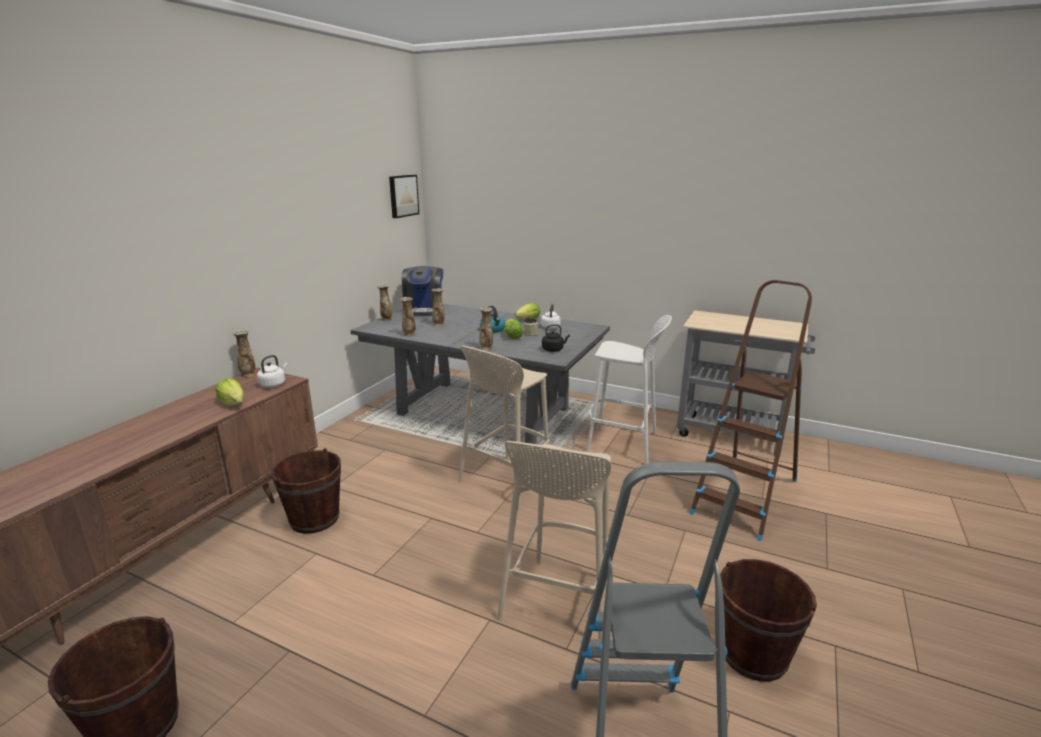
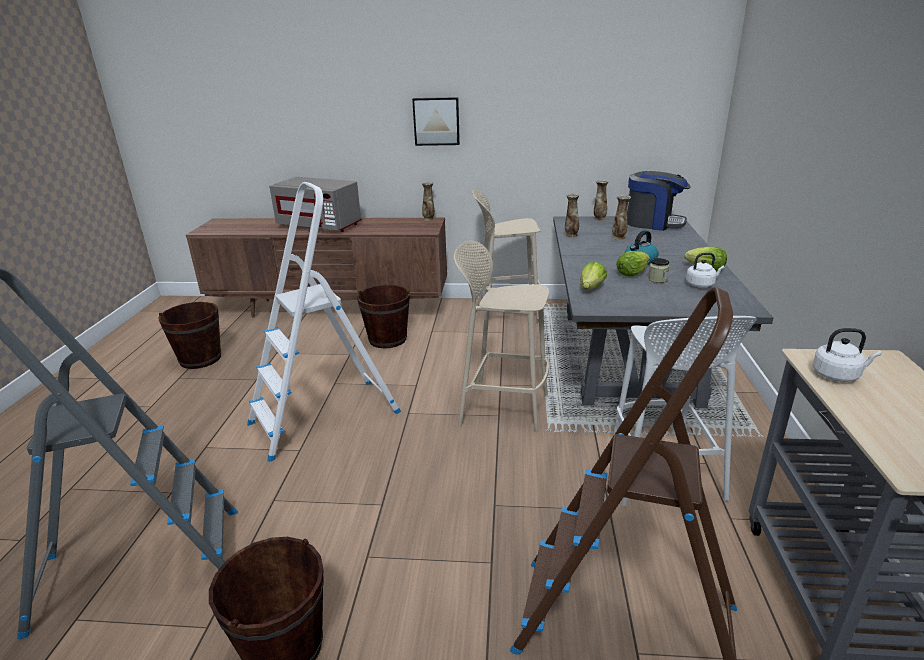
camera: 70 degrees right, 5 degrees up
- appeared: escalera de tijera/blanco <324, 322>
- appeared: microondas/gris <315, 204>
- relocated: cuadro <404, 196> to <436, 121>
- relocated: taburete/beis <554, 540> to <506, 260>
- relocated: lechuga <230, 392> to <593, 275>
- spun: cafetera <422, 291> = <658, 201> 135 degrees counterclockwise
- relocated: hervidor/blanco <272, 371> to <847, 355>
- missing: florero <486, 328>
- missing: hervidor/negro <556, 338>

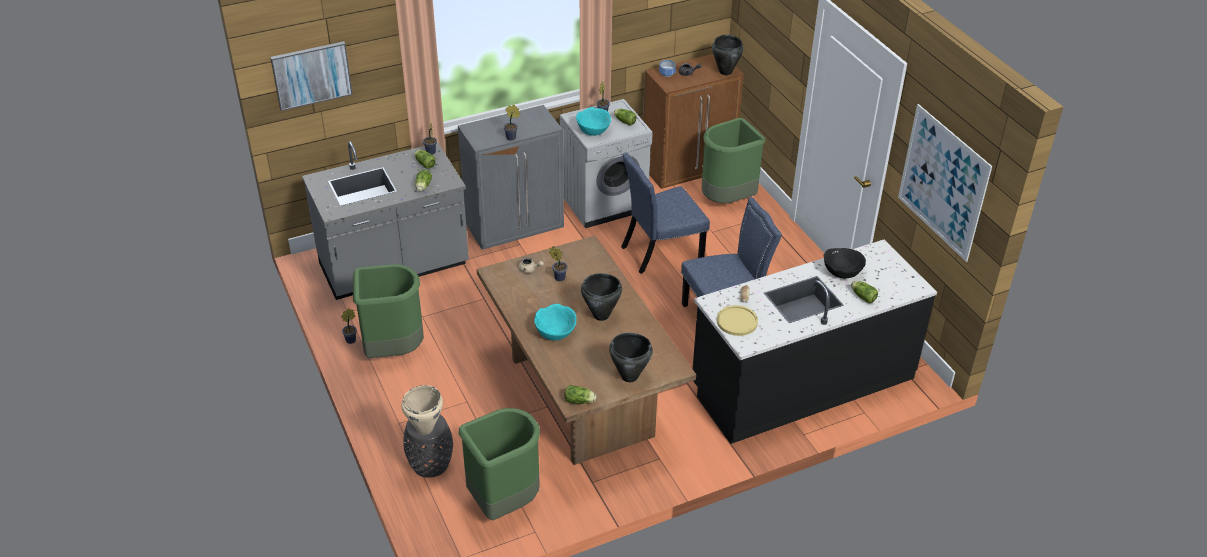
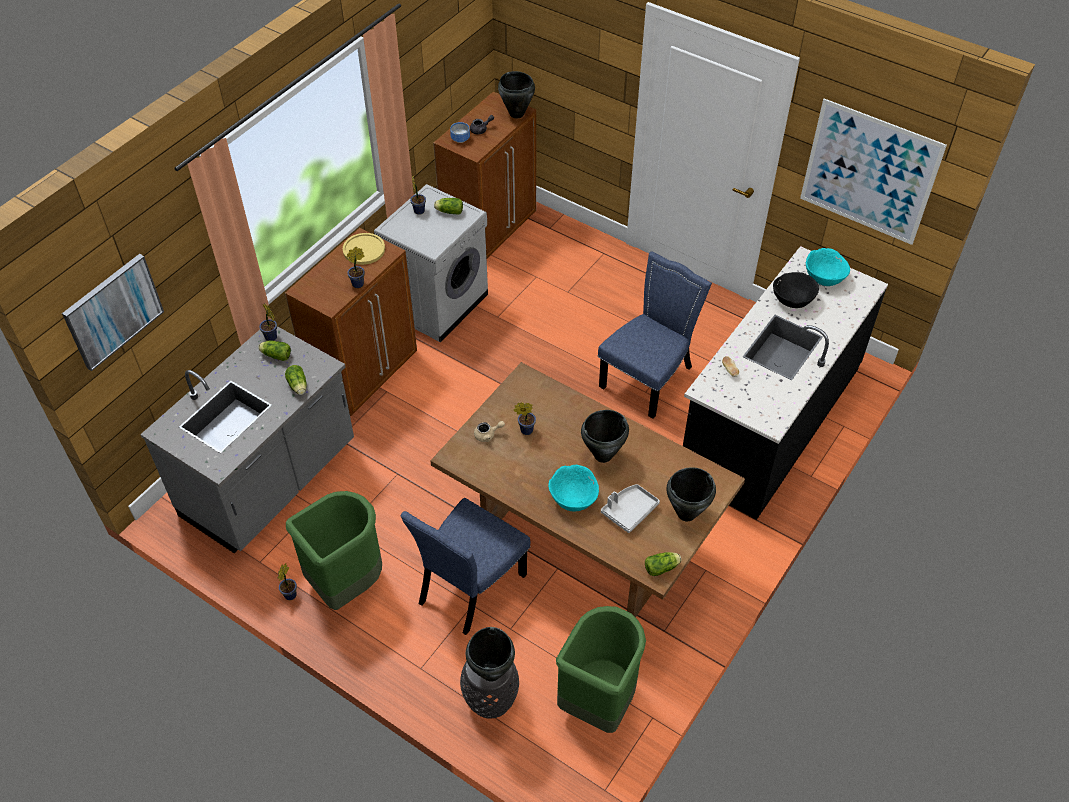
camera: 30 degrees left, 10 degrees up
- colour: armario/gris <511, 177> to armario/marrón <351, 322>
- relocated: plato/amarillo <737, 320> to <364, 249>
- relocated: silla/azul <665, 213> to <466, 566>
- colour: olla/beis <422, 409> to olla/negro <490, 654>
- appeared: bandeja/gris <630, 508>
- relocated: cuenco/turquesa <593, 121> to <828, 267>
- missing: papelera/verde <733, 160>
- missing: lechuga <864, 292>

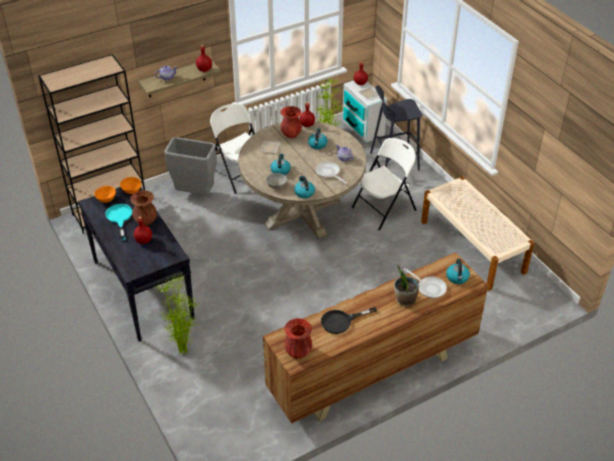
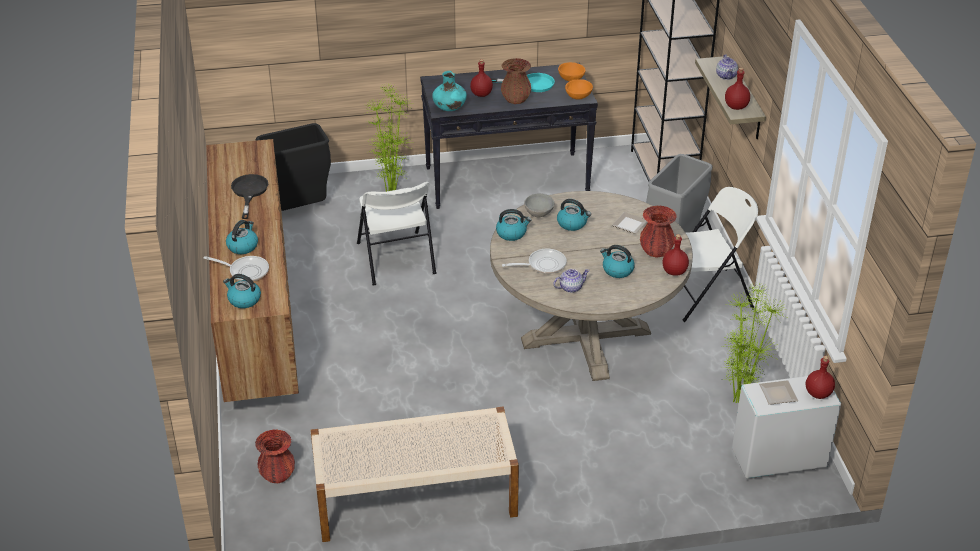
camera: 110 degrees right, 5 degrees down
- spun: sartén <425, 283> = <236, 268> 135 degrees counterclockwise
- exchanged: planta en maceta <406, 286> to hervidor <242, 237>
- appeared: papelera/negro <293, 167>
- relocated: florero/rojo <298, 338> to <275, 456>
- relocated: silla/blanco <384, 184> to <397, 233>
- appeared: florero/turquesa <449, 91>
- missing: taburete/gris <396, 128>

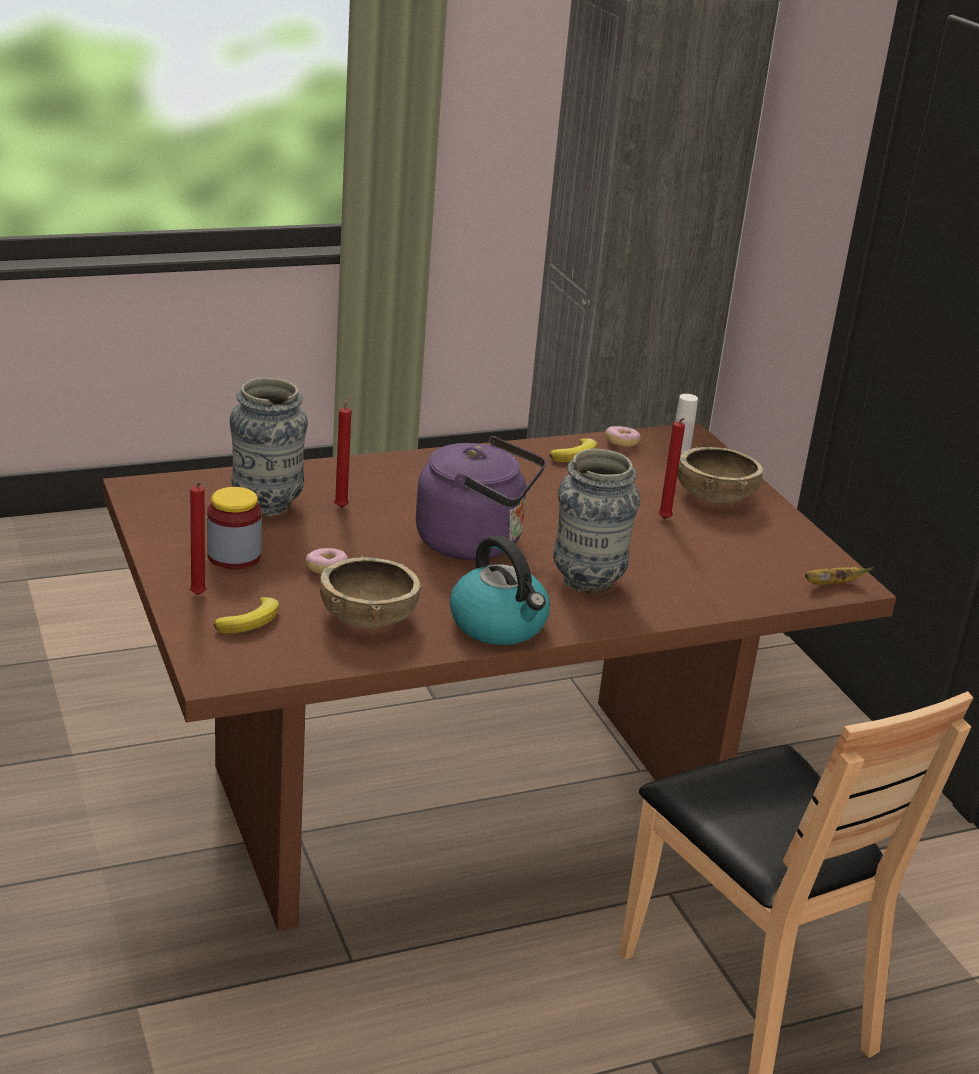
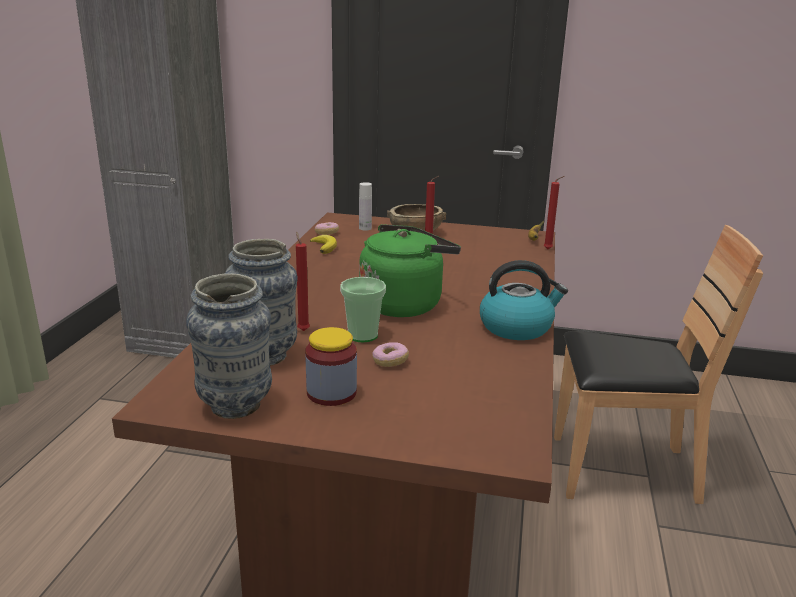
camera: 55 degrees left, 5 degrees down
- relocated: florero <596, 521> to <229, 346>
- appeared: taza <363, 309>
- colour: hervidor/morado <481, 498> to hervidor/verde <410, 270>
- relocated: vela/rojo <198, 538> to <554, 212>
- missing: plátano <246, 615>
- missing: cuenco/marrón <371, 592>

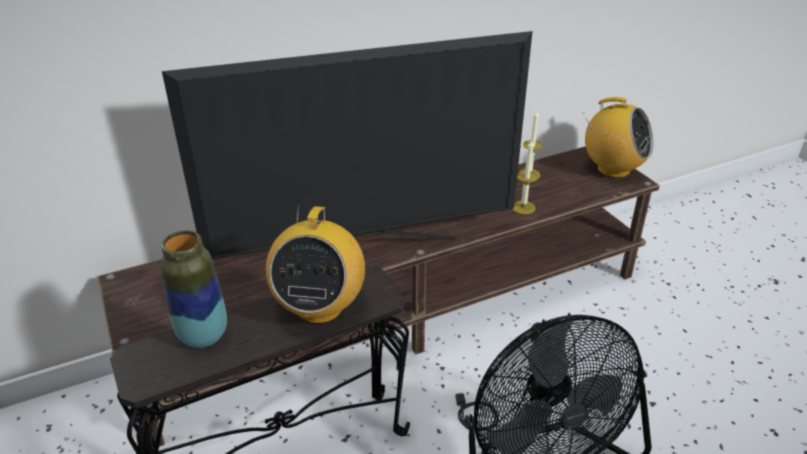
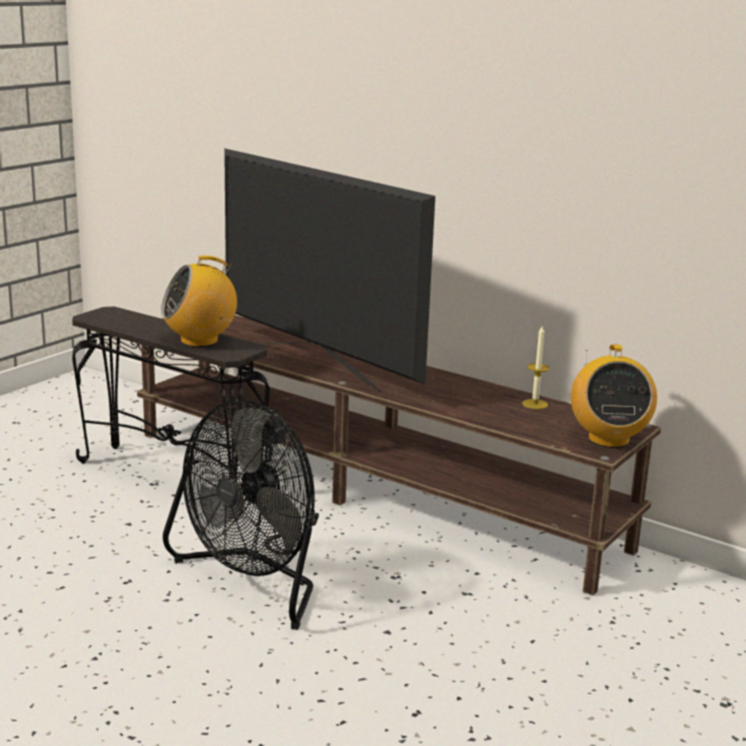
camera: 60 degrees right, 15 degrees down
- missing: florero <193, 289>
- missing: vela <525, 176>

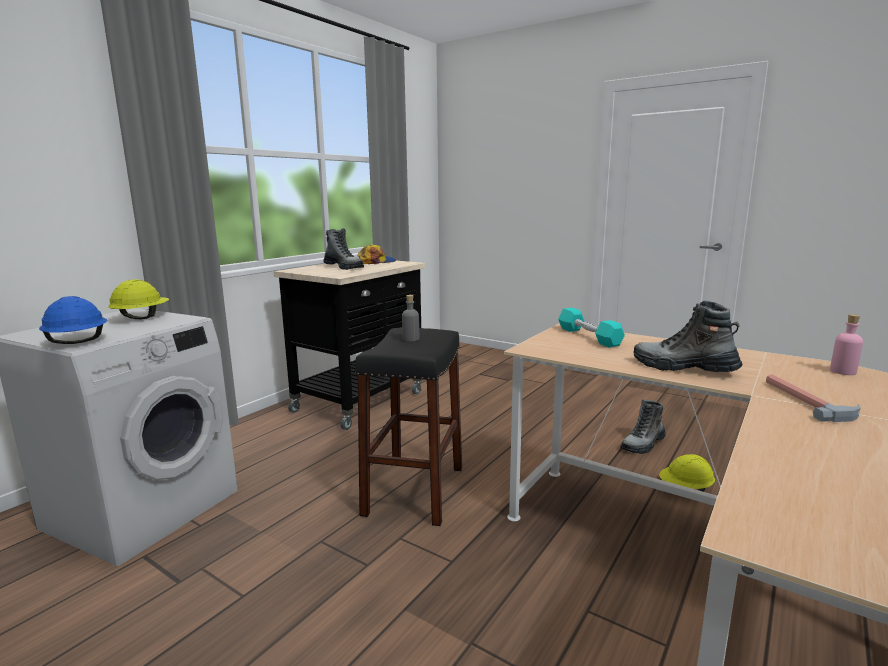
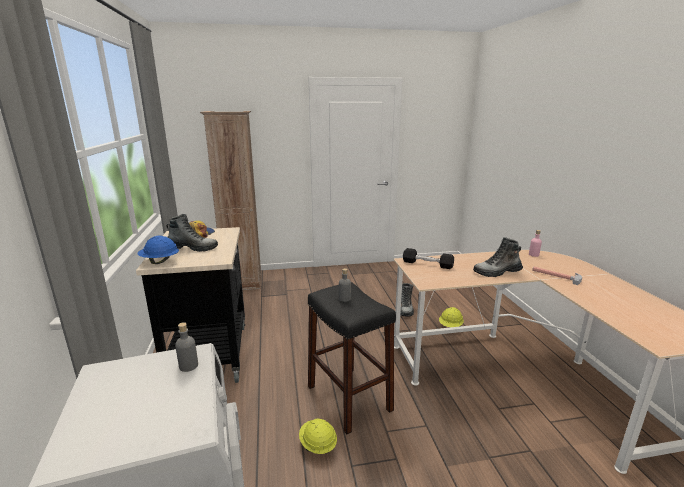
camera: 45 degrees left, 5 degrees up
- relocated: casco/azul <73, 320> to <158, 250>
- appeared: botella/gris <186, 347>
- appeared: armario/marrón <230, 200>
- relocated: casco/amarillo <138, 299> to <318, 436>
- colour: mancuerna/turquesa <591, 327> to mancuerna/negro <428, 258>

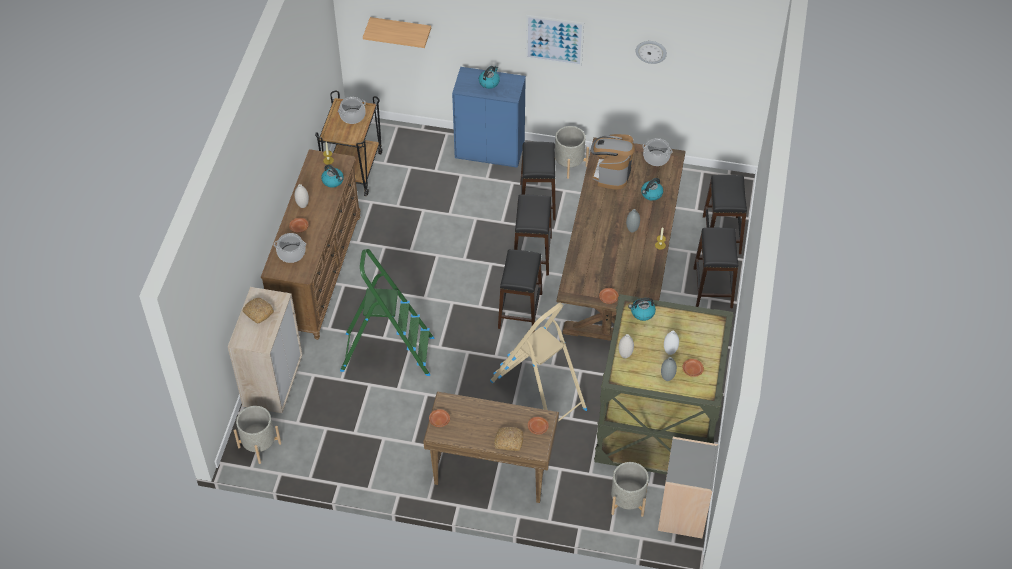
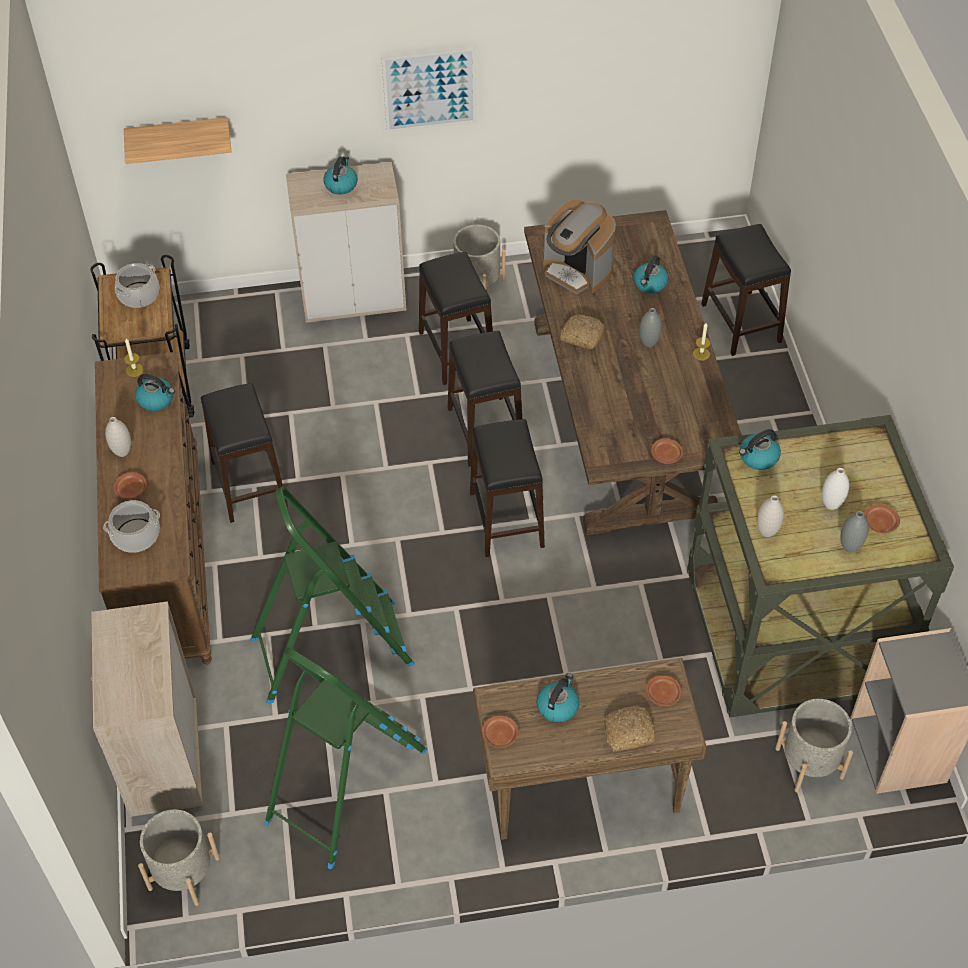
camera: 20 degrees left, 0 degrees up
- relocated: taburete/negro <715, 268> to <244, 453>
- appeared: escalera de tijera/verde <345, 758>
- colour: armario/azul <489, 117> to armario/beis <346, 242>
- appeared: hervidor <558, 698>
- spun: cafetera <613, 162> = <579, 247> 45 degrees counterclockwise
- relocated: pan <258, 310> to <582, 332>
- missing: escalera de tijera/beis <538, 362>
- missing: reloj de pared <651, 52>
- missing: olla <657, 152>

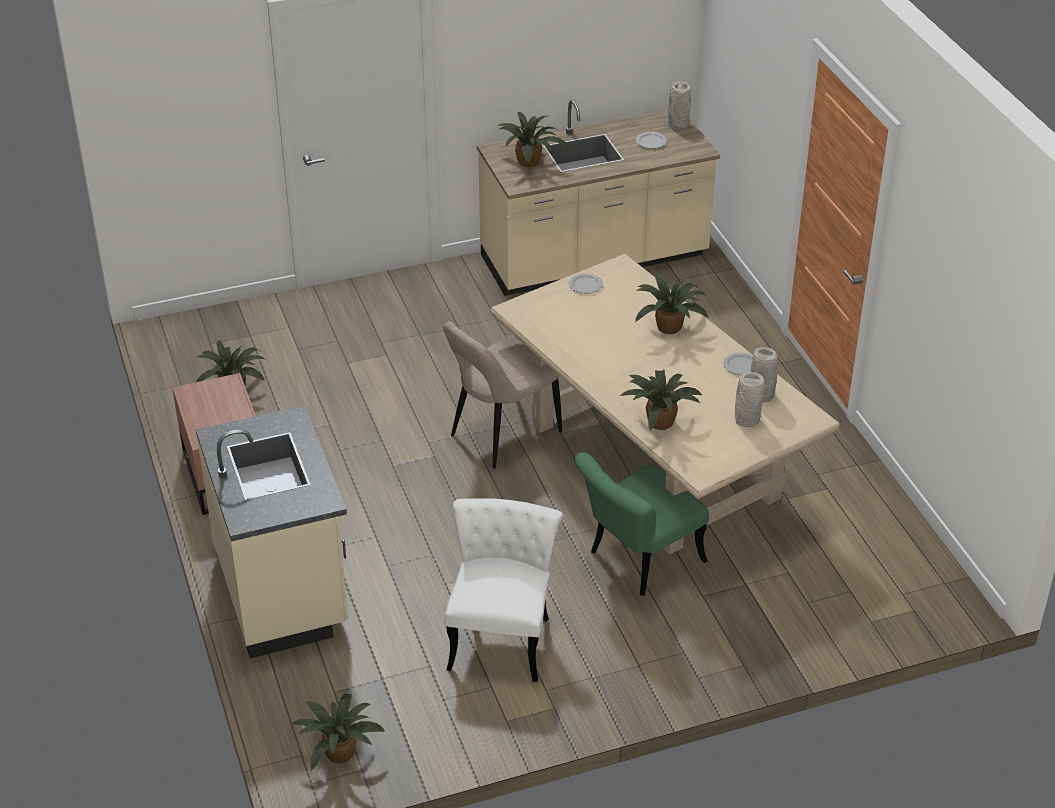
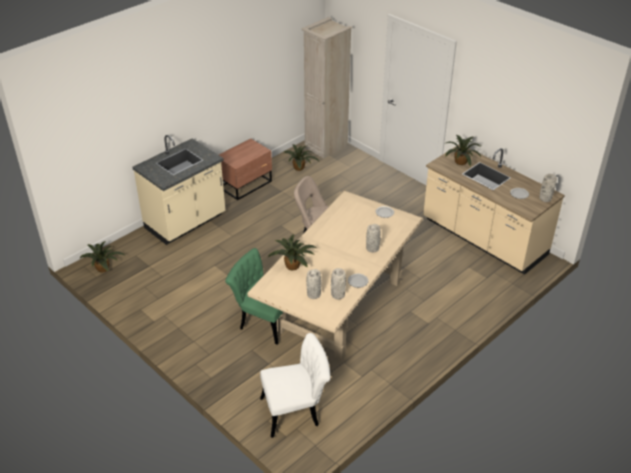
camera: 65 degrees right, 0 degrees up
- relocated: silla/blanco <503, 590> to <295, 385>
- appeared: armario/beis <326, 88>
- exchanged: planta en maceta <672, 303> to florero/gris <373, 238>

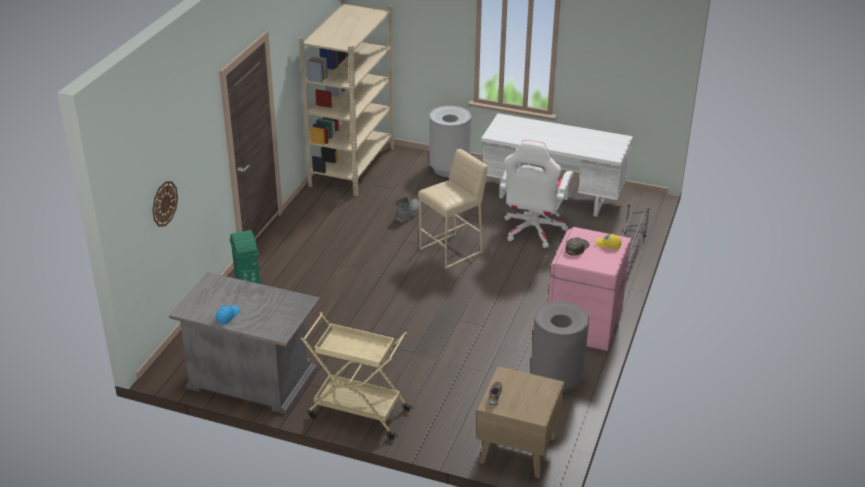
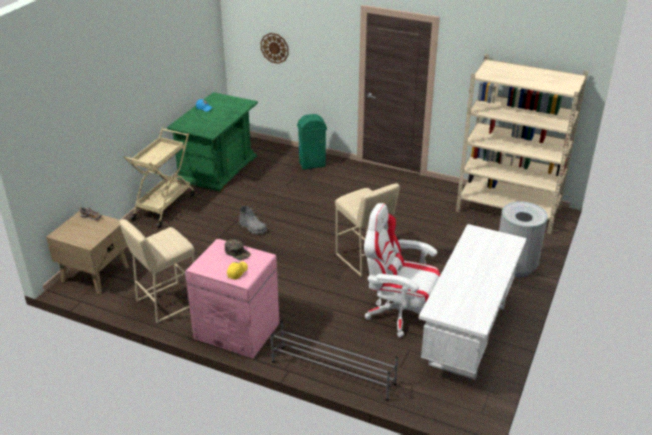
camera: 95 degrees right, 0 degrees up
- exchanged: papelera/gris <560, 347> to taburete/beis <157, 271>
- colour: armario/gris <244, 343> to armario/verde <212, 142>
- relocated: bota/gris <407, 210> to <253, 220>

